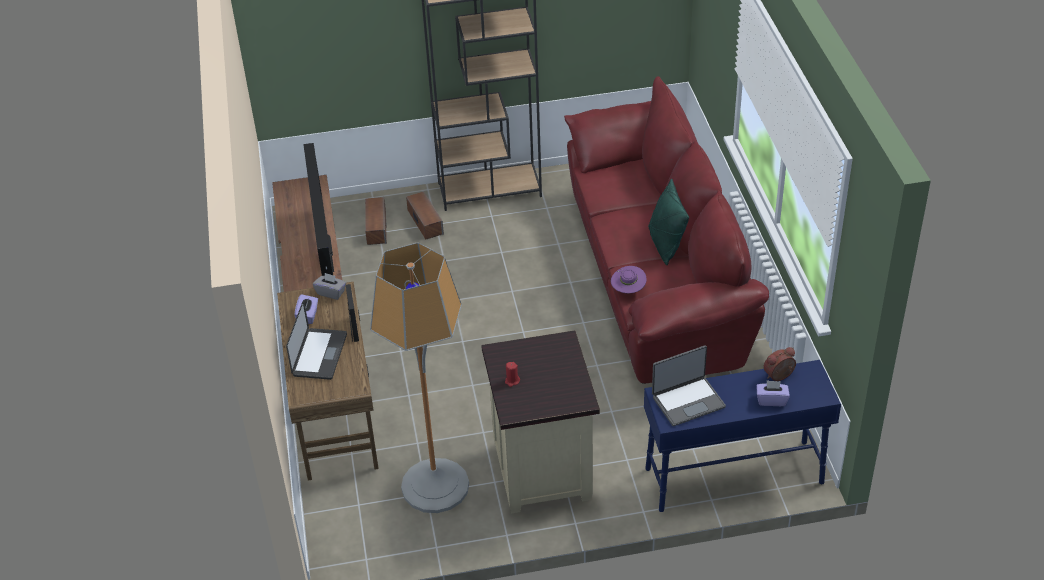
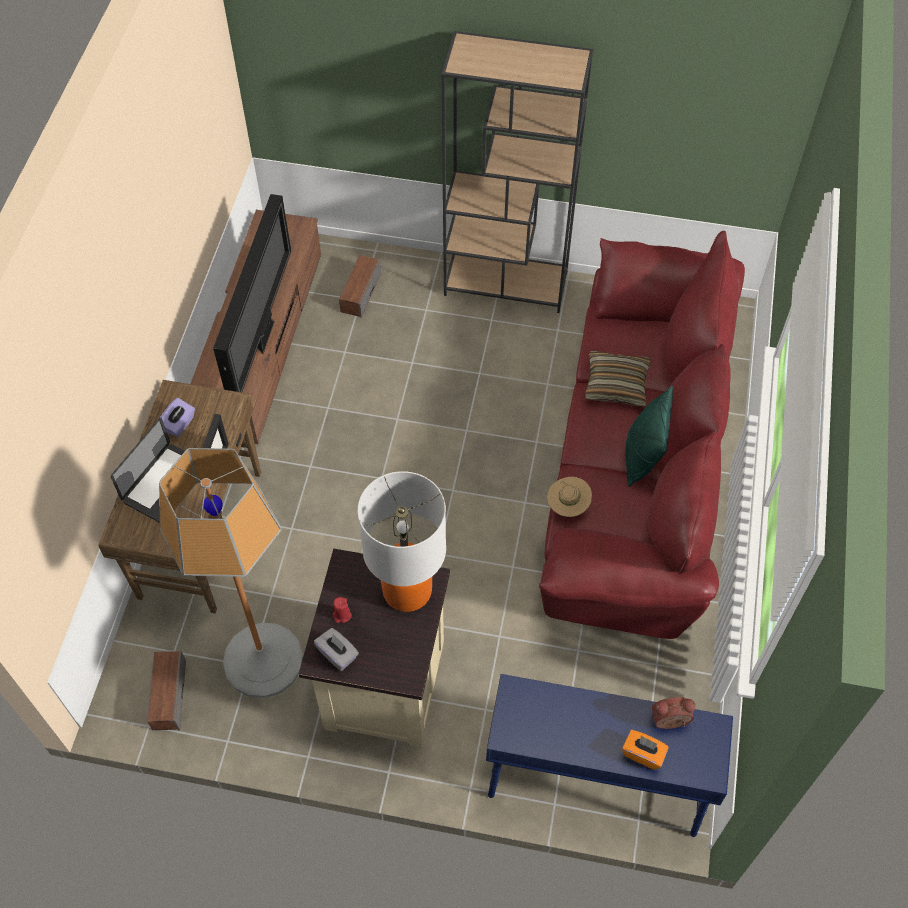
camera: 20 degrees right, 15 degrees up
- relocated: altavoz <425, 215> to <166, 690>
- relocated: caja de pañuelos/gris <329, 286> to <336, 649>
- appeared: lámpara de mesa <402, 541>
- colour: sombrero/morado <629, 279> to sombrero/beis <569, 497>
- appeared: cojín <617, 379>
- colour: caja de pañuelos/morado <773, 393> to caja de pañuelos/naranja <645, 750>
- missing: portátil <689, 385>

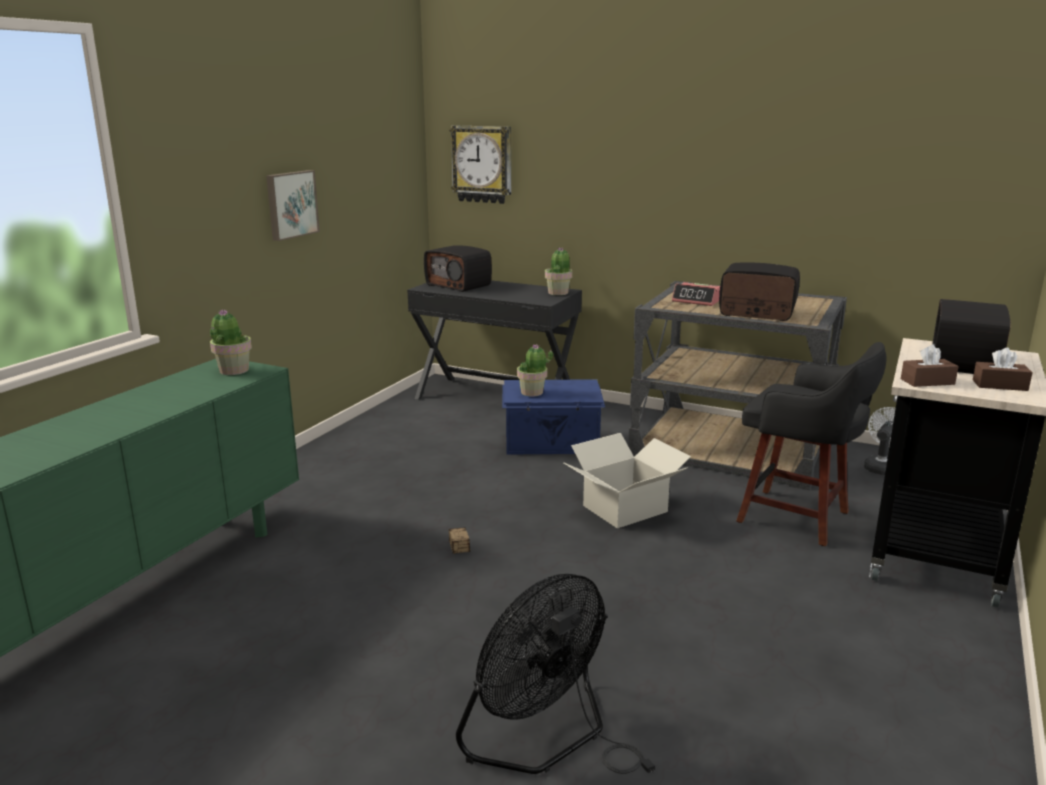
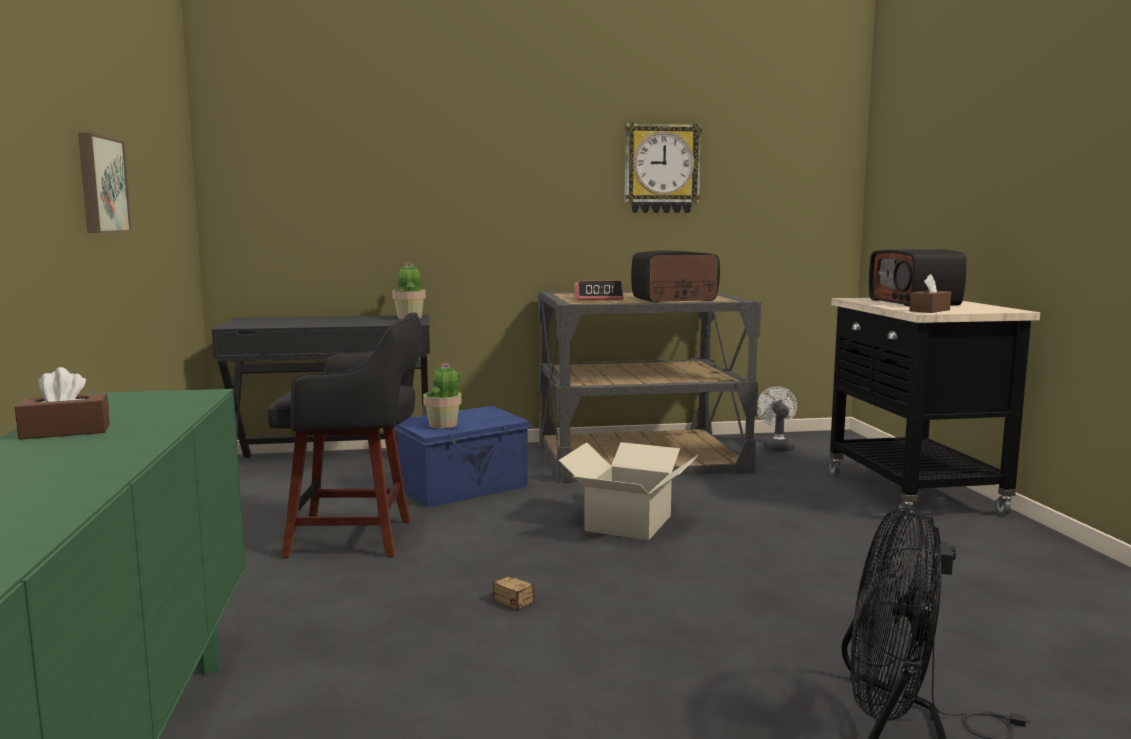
camera: 35 degrees left, 10 degrees down
- relocated: caja de pañuelos/marrón <1003, 369> to <62, 403>
- relocated: taburete/negro <811, 444> to <345, 435>
- relocated: reloj de pared <480, 164> to <663, 168>
- missing: planta en maceta <231, 342>
- missing: radio <458, 268>

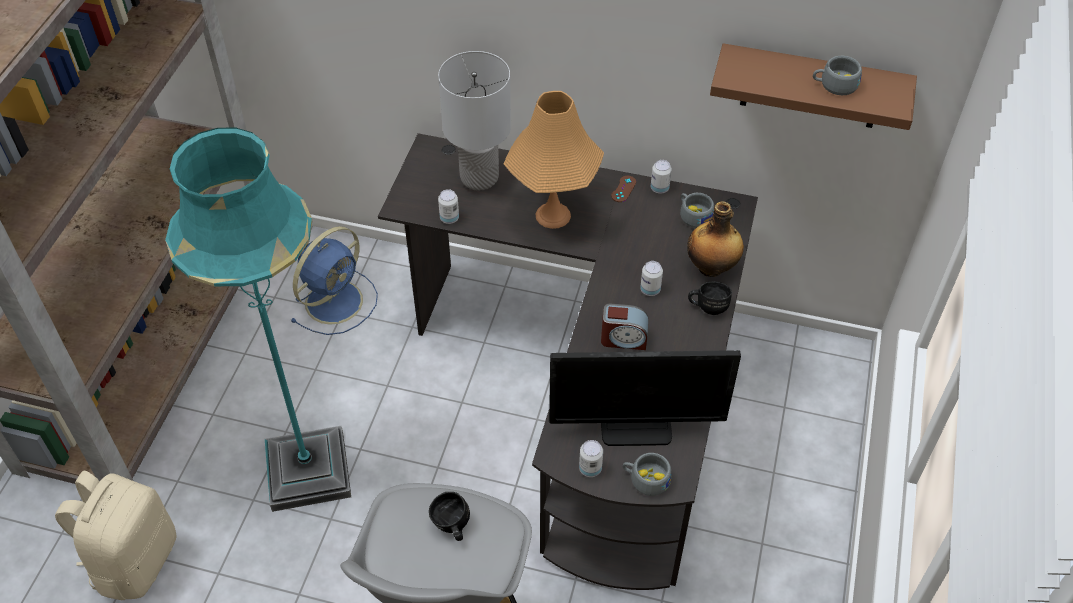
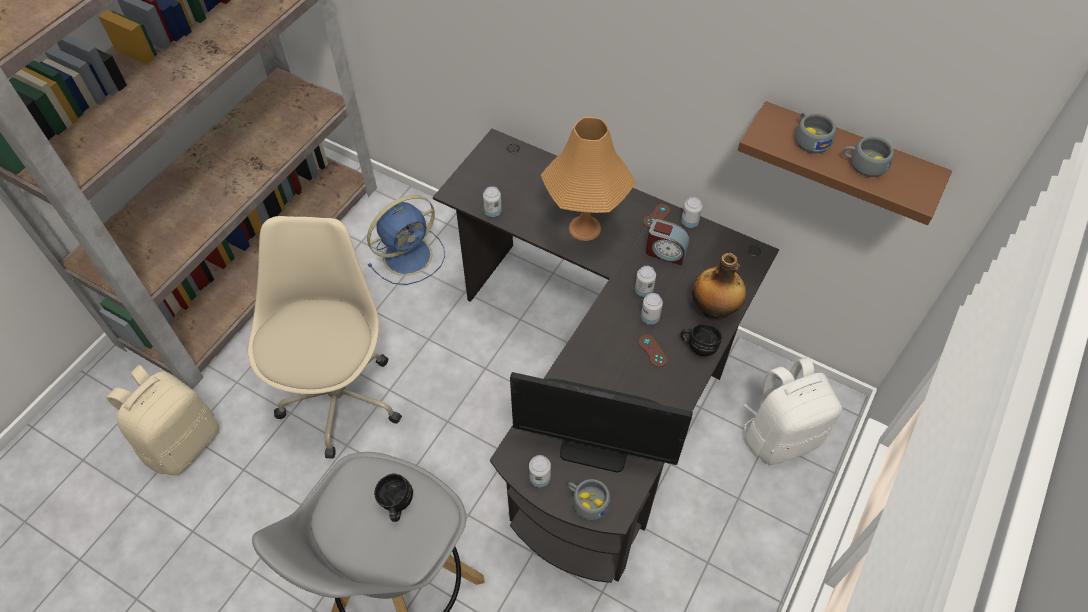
camera: 15 degrees right, 5 degrees up
- exchanged: lámpara de pie/turquesa <258, 320> to silla de oficina/beis <325, 337>
- appeared: lata <645, 281>
- appeared: mando de consola/marrón <653, 351>
- relocated: despertador <624, 326> to <668, 242>
- appeared: mochila/blanco <793, 411>
- relocated: taza/gris <697, 210> to <815, 132>
- missing: lámpara de mesa/gris <474, 121>

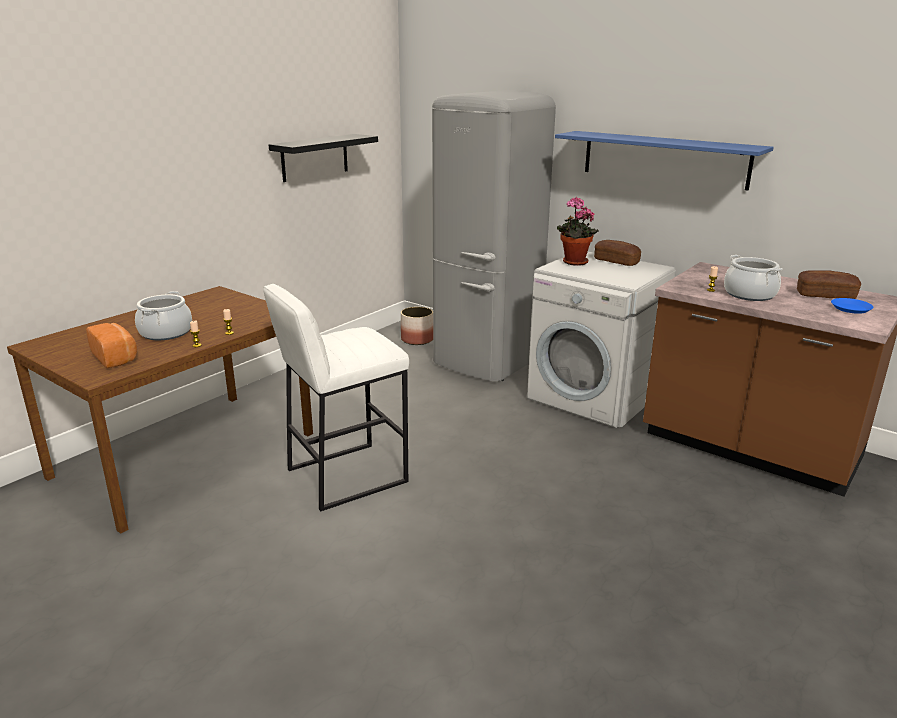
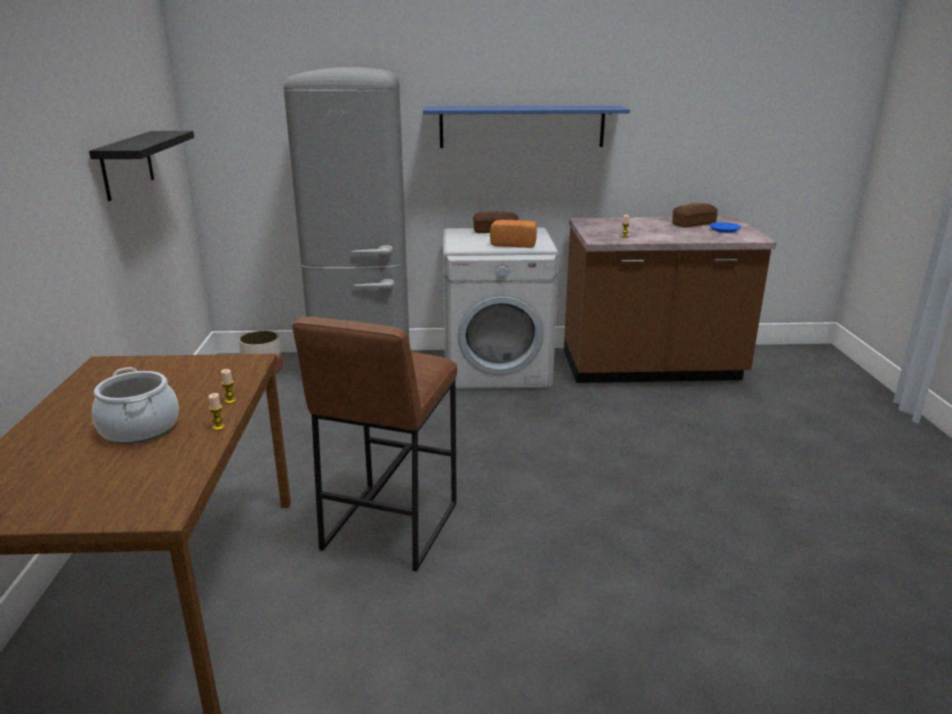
camera: 40 degrees left, 0 degrees up
- colour: taburete/blanco <336, 397> to taburete/marrón <374, 444>
- relocated: pan <111, 345> to <513, 234>
- missing: planta en maceta <578, 231>
- missing: olla <753, 278>

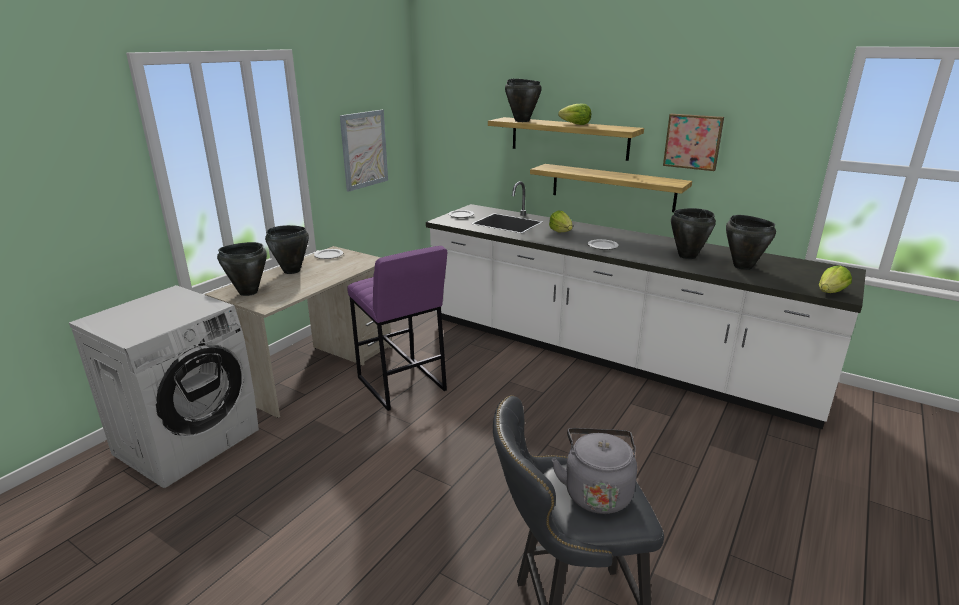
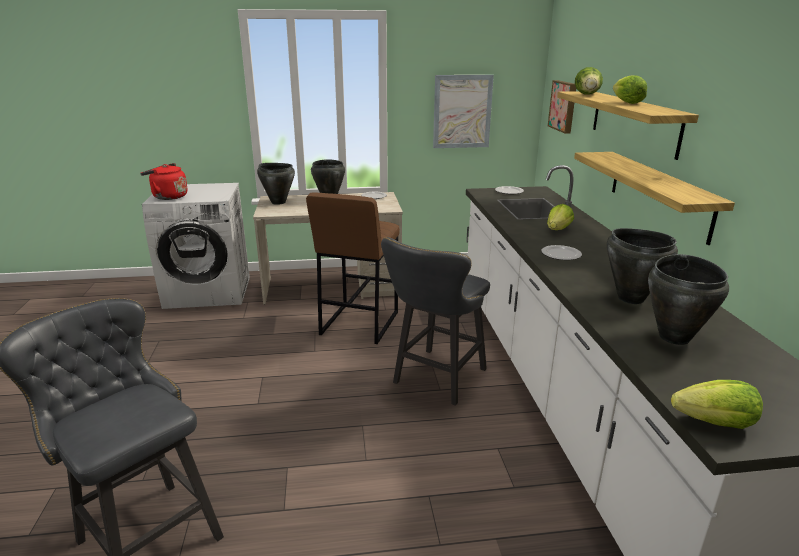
camera: 50 degrees right, 0 degrees up
- appeared: hervidor/rojo <164, 181>
- colour: taburete/morado <397, 328> to taburete/marrón <353, 268>
- appeared: taburete/gris <435, 321>
- relocated: cuadro <693, 142> to <562, 107>
- exchanged: olla/negro <523, 100> to lechuga <589, 81>
- missing: hervidor/gris <594, 471>

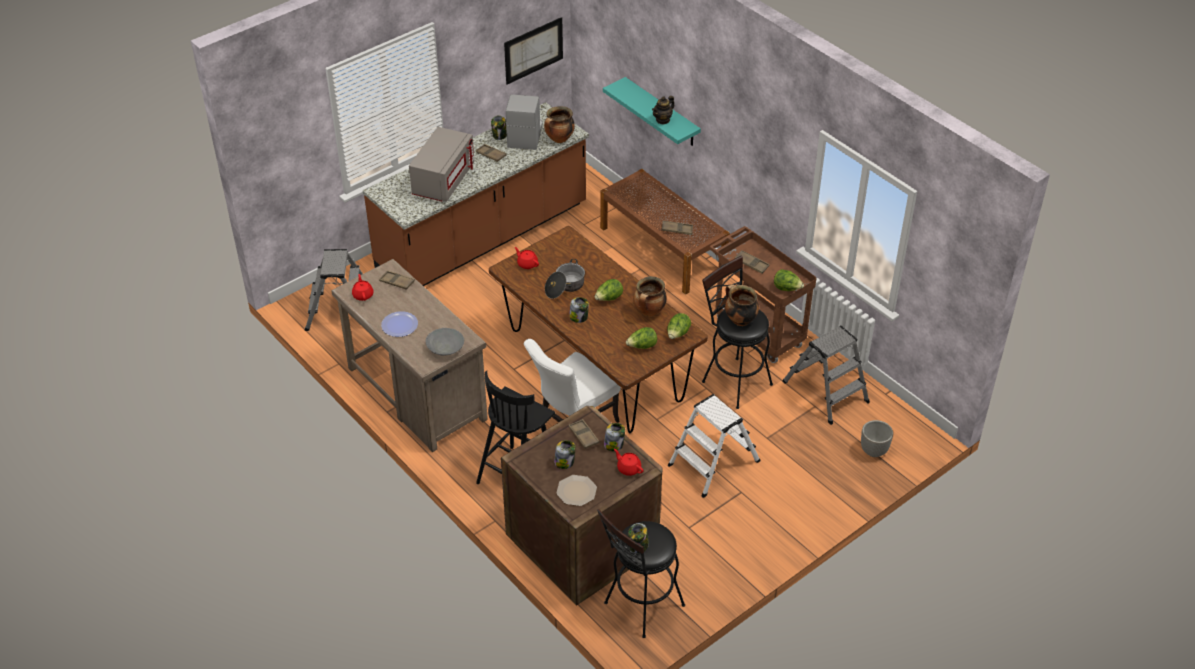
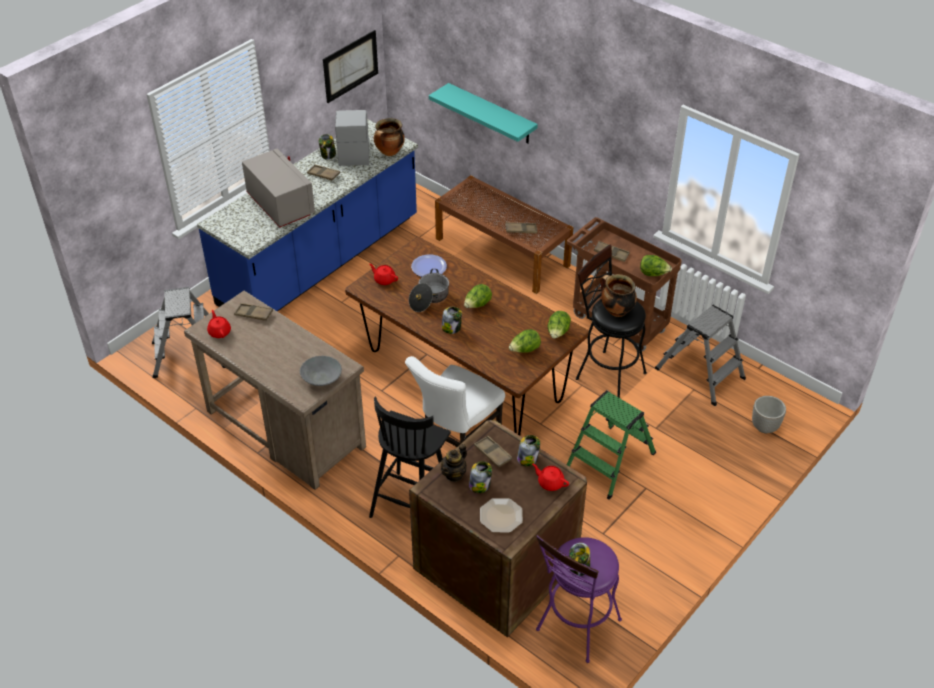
camera: 10 degrees left, 0 degrees up
- colour: mueble bajo de cocina/marrón <476, 194> to mueble bajo de cocina/azul <307, 215>
- spun: microondas/gris <442, 164> = <278, 188> 45 degrees counterclockwise
- relocated: plato <399, 324> to <429, 265>
- relocated: tetera <663, 110> to <454, 463>
- colour: taburete/negro <641, 573> to taburete/morado <579, 599>
- colour: escalera de tijera/blanco <714, 446> to escalera de tijera/verde <611, 444>
- missing: olla <650, 296>

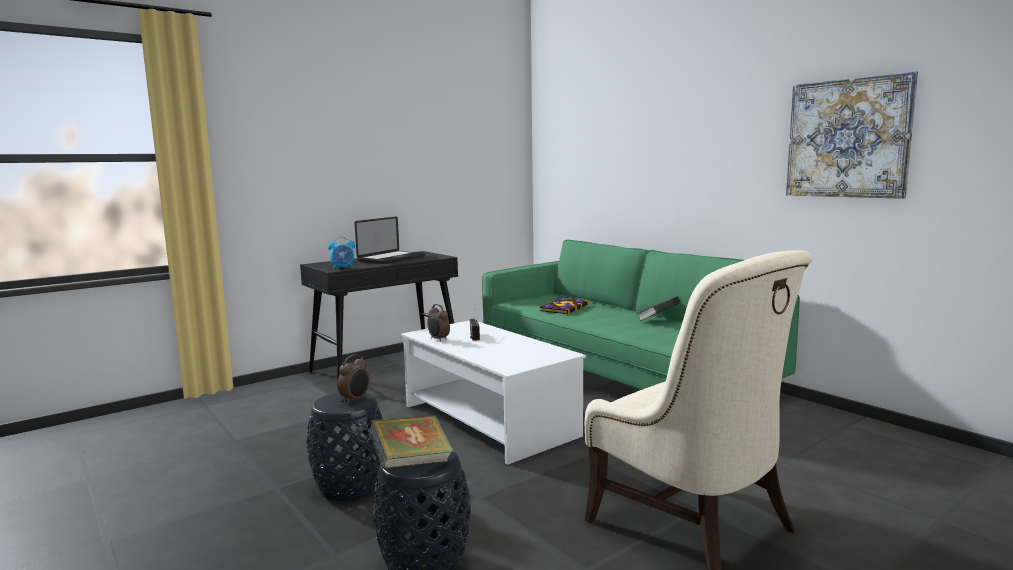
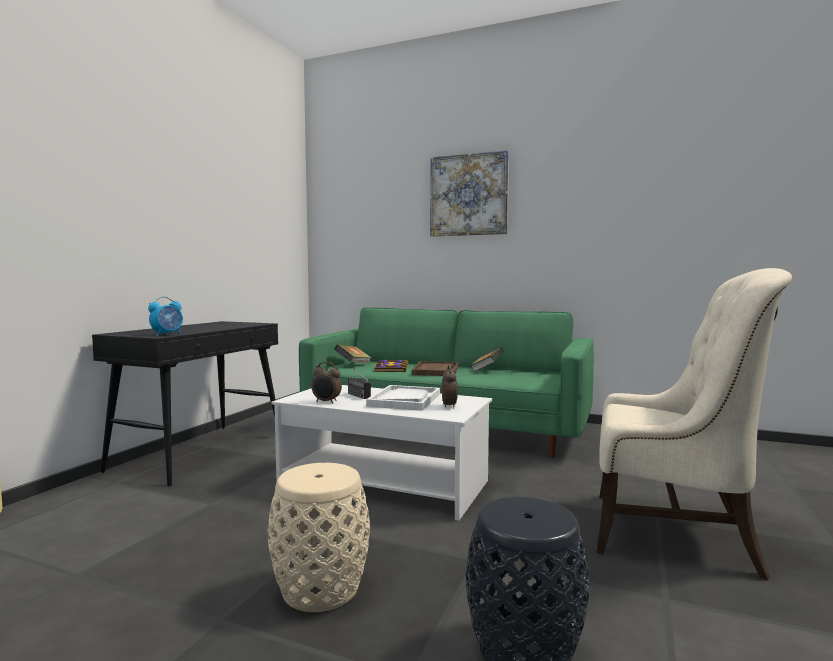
camera: 30 degrees left, 5 degrees down
- colour: taburete/negro <344, 446> to taburete/beis <319, 537>
- relocated: libro <410, 442> to <352, 354>
- appeared: bandeja/blanco <403, 398>
- appeared: bandeja/marrón <435, 368>
- relocated: cuadro <852, 135> to <469, 193>
- relocated: despertador <353, 379> to <450, 386>
- missing: portátil <390, 240>

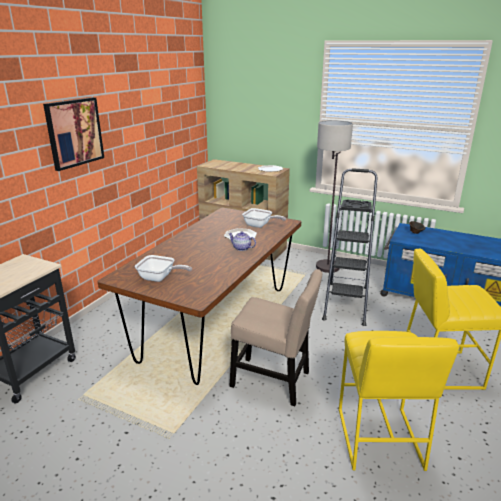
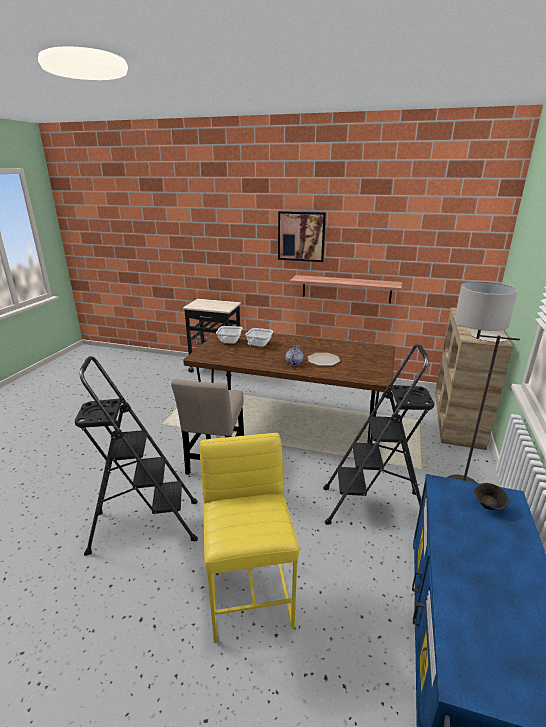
camera: 80 degrees right, 0 degrees up
- exchanged: taburete/amarillo <399, 401> to escalera de tijera <136, 456>
- relocated: sartén <264, 218> to <259, 337>
- appeared: estante <346, 289>

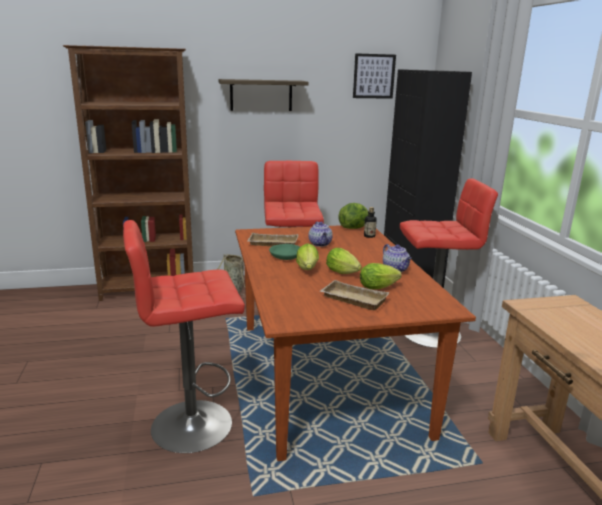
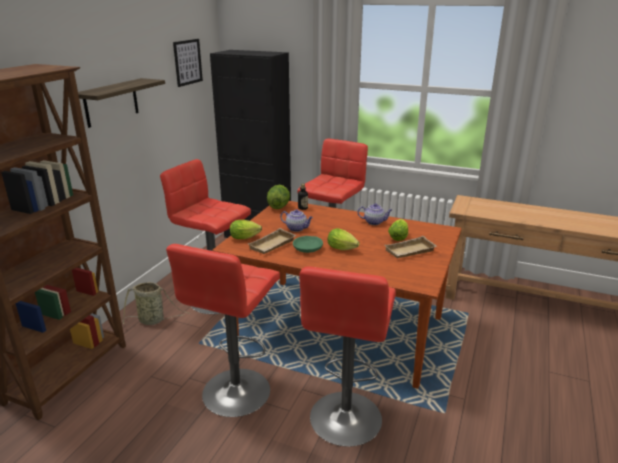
camera: 55 degrees left, 5 degrees up
- appeared: taburete/rojo <223, 330>
- relocated: lechuga <344, 261> to <246, 229>

